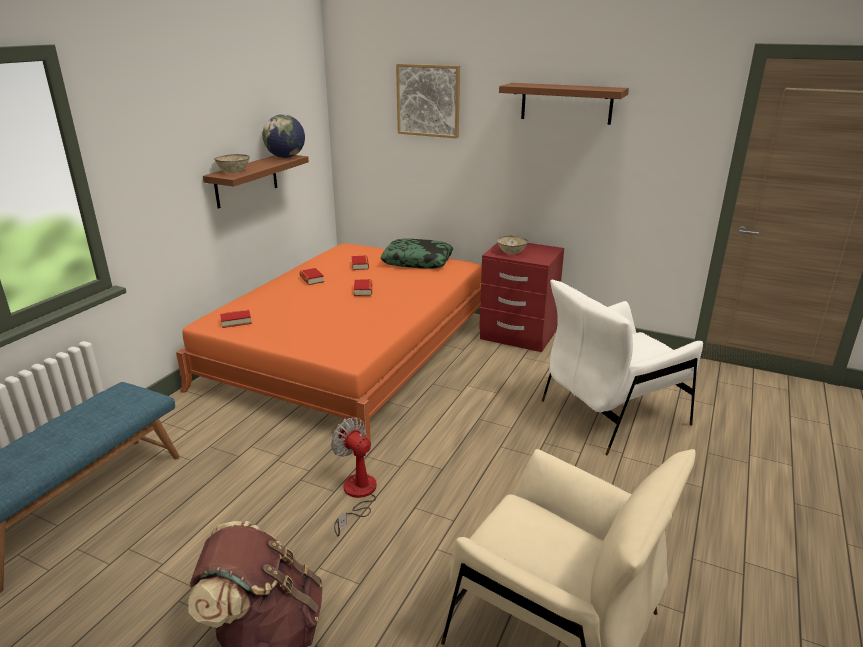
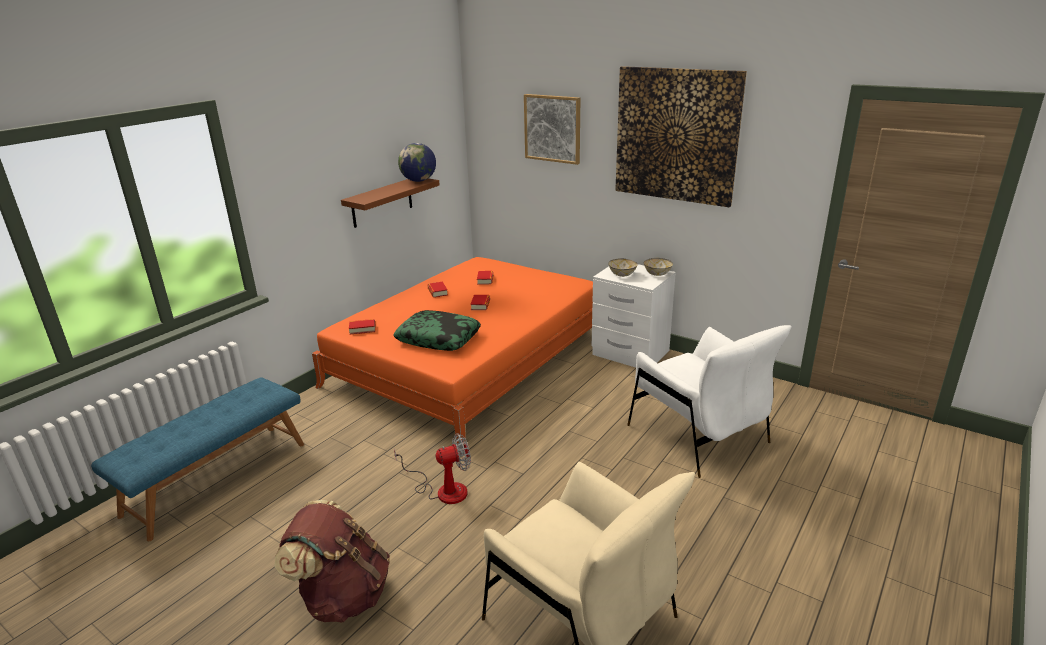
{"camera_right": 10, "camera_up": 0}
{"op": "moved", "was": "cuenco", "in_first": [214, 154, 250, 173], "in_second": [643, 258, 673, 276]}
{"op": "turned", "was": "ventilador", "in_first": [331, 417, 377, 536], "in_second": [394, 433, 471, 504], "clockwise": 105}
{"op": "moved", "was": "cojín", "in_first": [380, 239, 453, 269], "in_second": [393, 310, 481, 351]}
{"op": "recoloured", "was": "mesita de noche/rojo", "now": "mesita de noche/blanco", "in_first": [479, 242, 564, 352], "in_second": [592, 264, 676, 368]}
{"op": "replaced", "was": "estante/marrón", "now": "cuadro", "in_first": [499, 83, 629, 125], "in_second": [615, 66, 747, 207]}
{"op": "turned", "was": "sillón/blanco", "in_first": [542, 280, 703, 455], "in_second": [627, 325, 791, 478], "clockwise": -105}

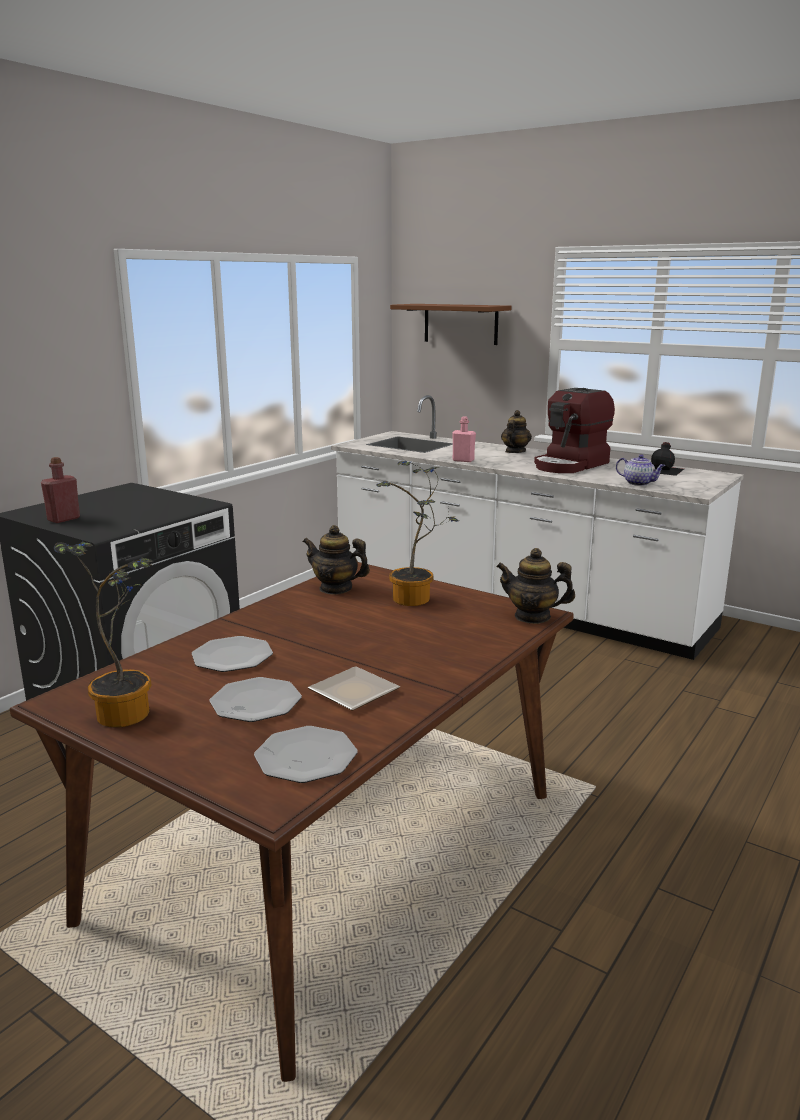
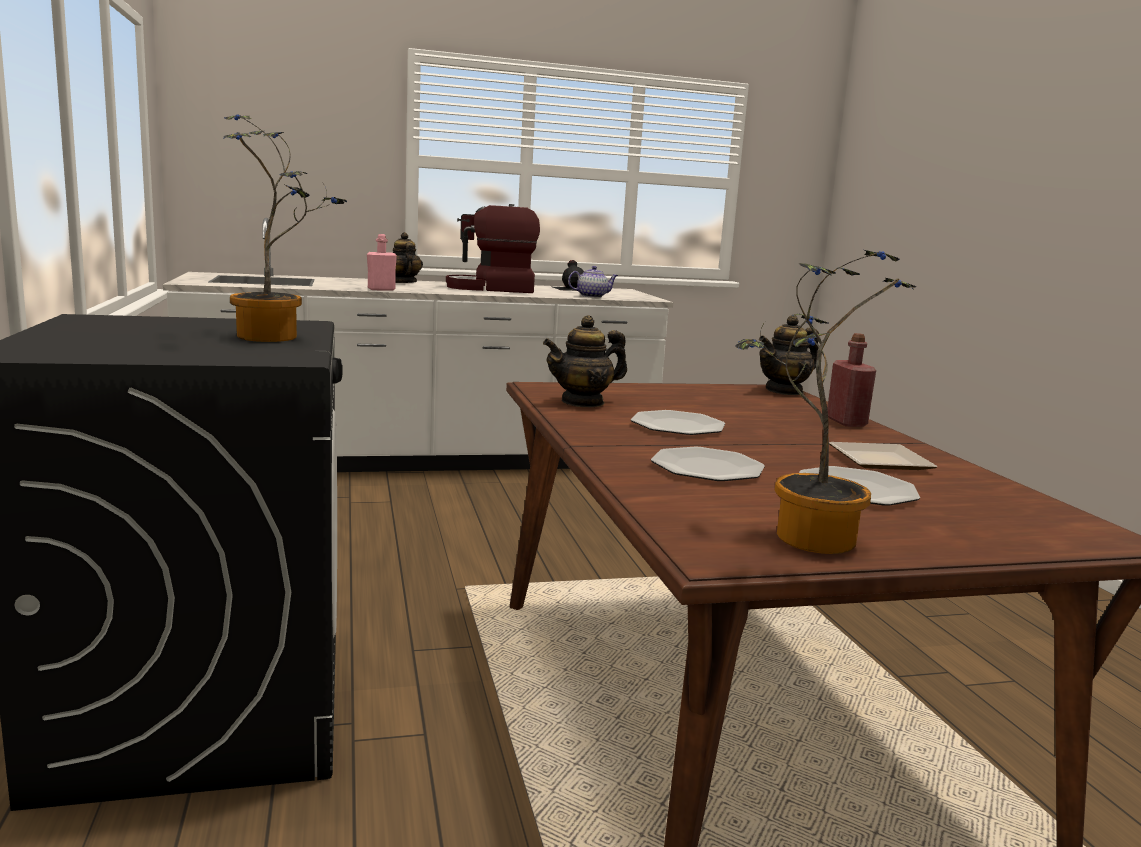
{"camera_right": -50, "camera_up": -5}
{"op": "moved", "was": "botella/rojo", "in_first": [41, 457, 80, 523], "in_second": [827, 333, 876, 427]}
{"op": "moved", "was": "plato", "in_first": [254, 726, 357, 783], "in_second": [631, 410, 725, 435]}
{"op": "moved", "was": "planta en maceta", "in_first": [376, 461, 459, 606], "in_second": [223, 114, 347, 342]}
{"op": "removed", "was": "estante/marrón", "in_first": [390, 304, 512, 345]}
{"op": "turned", "was": "cafetera", "in_first": [534, 388, 615, 473], "in_second": [446, 204, 540, 293], "clockwise": 90}

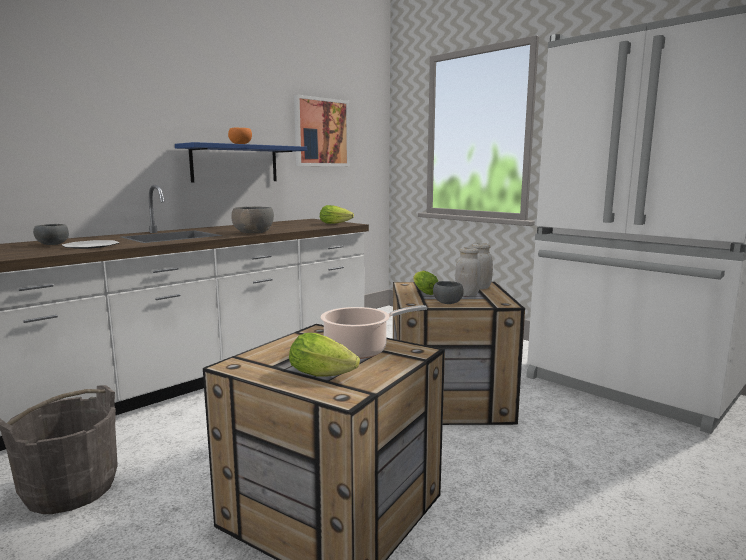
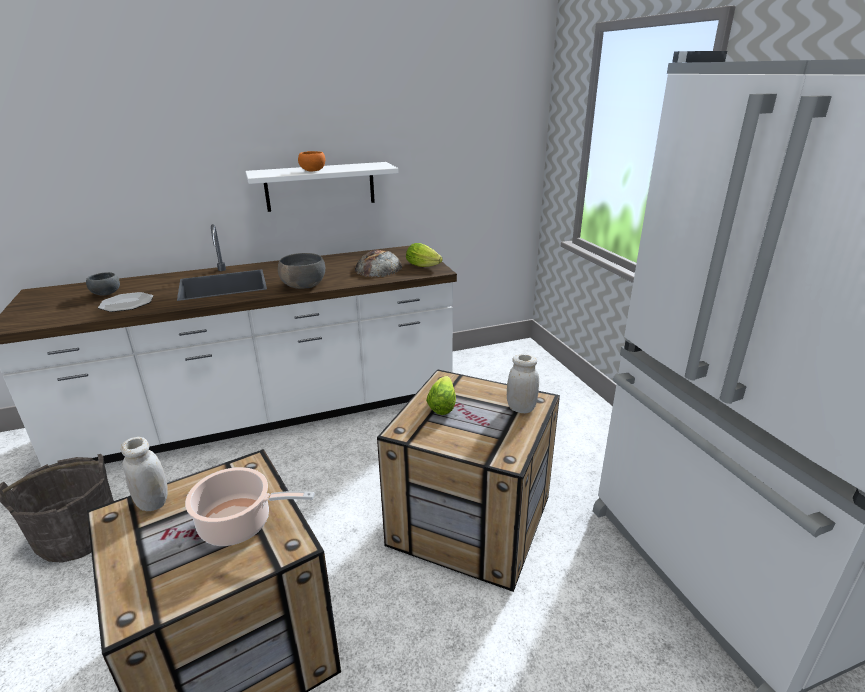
{"camera_right": 25, "camera_up": 15}
{"op": "recoloured", "was": "estante/azul", "now": "estante/blanco", "in_first": [175, 142, 307, 183], "in_second": [245, 162, 399, 212]}
{"op": "removed", "was": "lechuga", "in_first": [289, 333, 360, 377]}
{"op": "removed", "was": "cuadro", "in_first": [294, 95, 350, 166]}
{"op": "removed", "was": "cuenco/gris", "in_first": [433, 281, 464, 304]}
{"op": "moved", "was": "tarro/blanco", "in_first": [455, 247, 481, 296], "in_second": [121, 437, 168, 511]}
{"op": "added", "now": "pan", "in_second": [354, 250, 402, 277]}

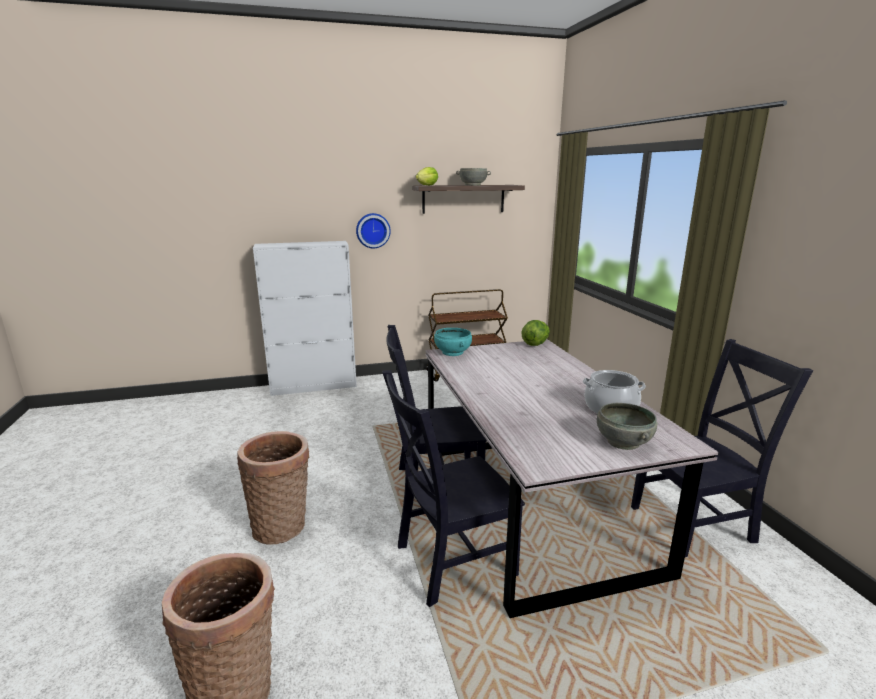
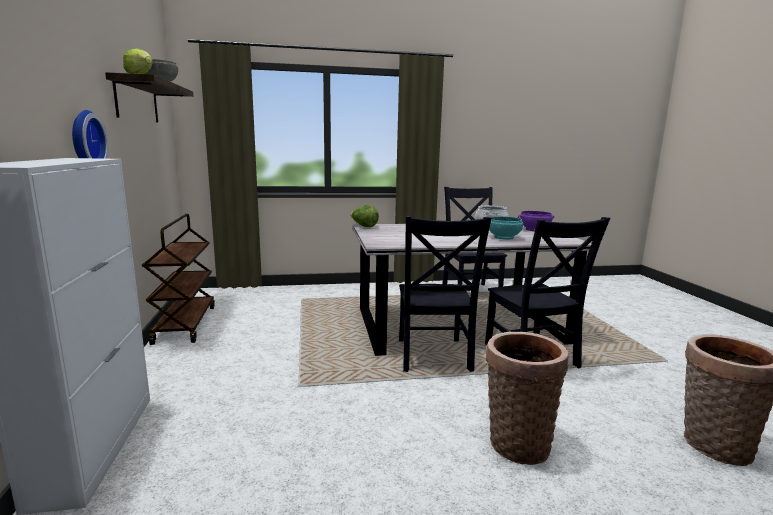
{"camera_right": -85, "camera_up": -5}
{"op": "moved", "was": "cuenco/turquesa", "in_first": [434, 328, 472, 356], "in_second": [489, 216, 523, 240]}
{"op": "recoloured", "was": "cuenco/gris", "now": "cuenco/morado", "in_first": [597, 403, 658, 450], "in_second": [518, 211, 554, 231]}

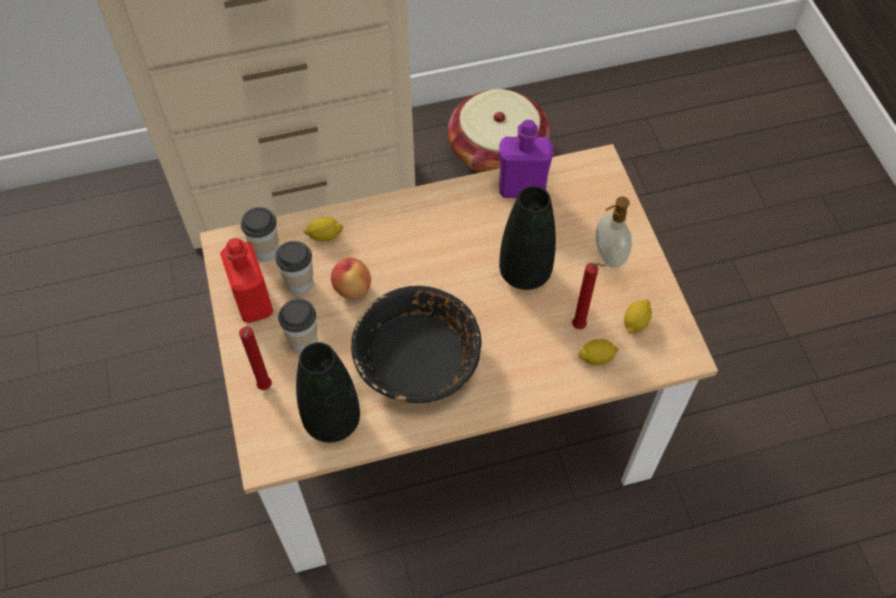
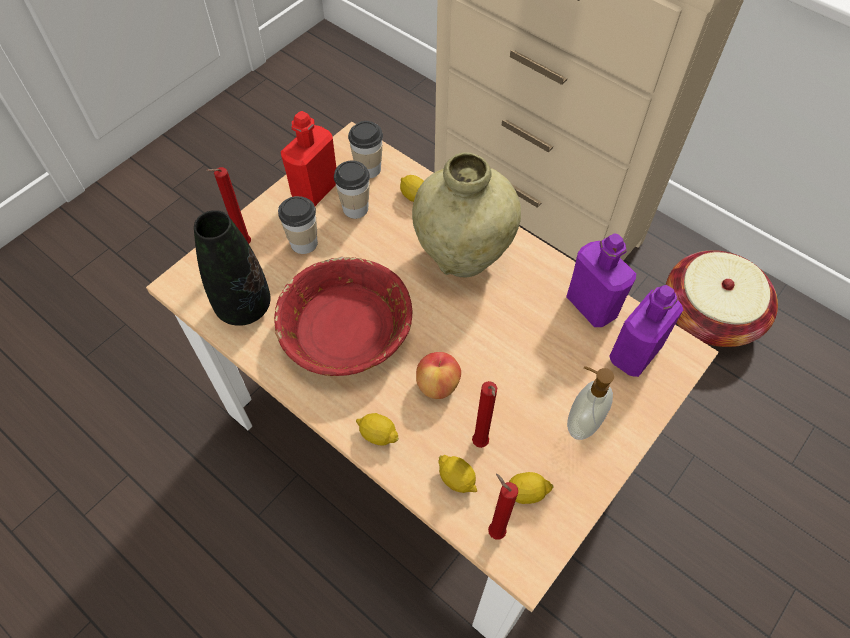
{"camera_right": 55, "camera_up": 0}
{"op": "moved", "was": "manzana", "in_first": [331, 258, 371, 299], "in_second": [416, 352, 461, 399]}
{"op": "recoloured", "was": "cuenco/negro", "now": "cuenco/rojo", "in_first": [351, 286, 481, 403], "in_second": [274, 256, 412, 376]}
{"op": "removed", "was": "florero/negro", "in_first": [499, 186, 556, 290]}
{"op": "added", "now": "limón", "in_second": [356, 413, 399, 445]}
{"op": "added", "now": "florero/beis", "in_second": [412, 153, 521, 277]}
{"op": "added", "now": "vela/rojo", "in_second": [488, 474, 518, 539]}
{"op": "added", "now": "botella/morado", "in_second": [609, 285, 683, 377]}

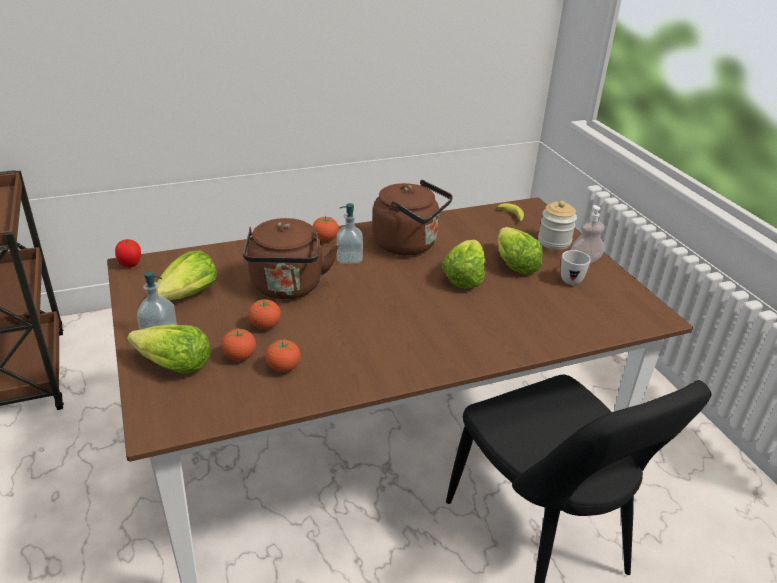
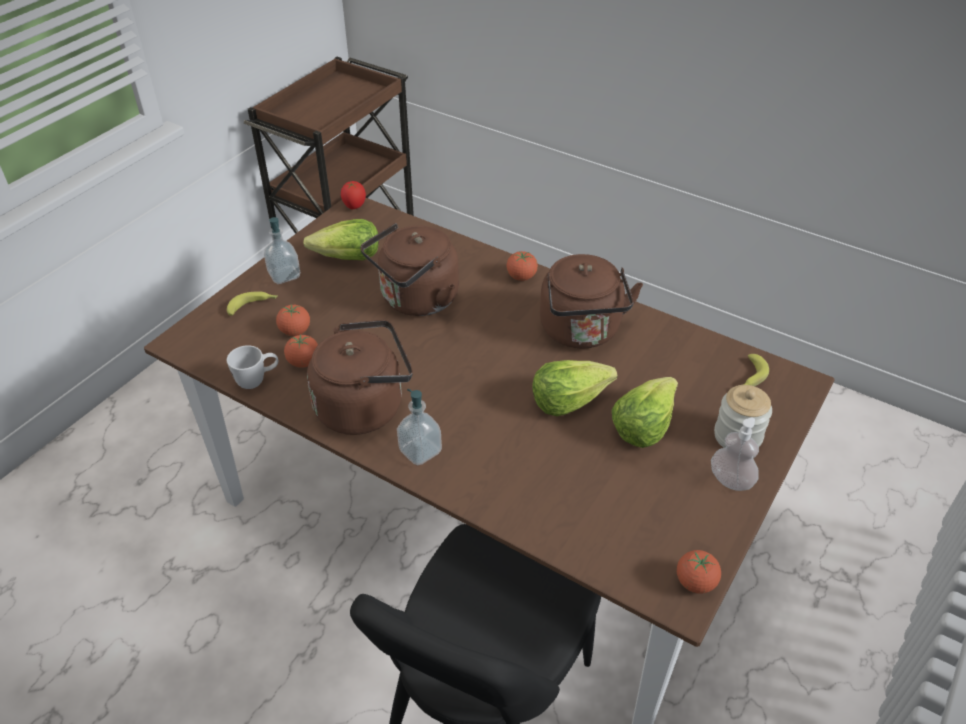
{"camera_right": 55, "camera_up": 10}
{"op": "replaced", "was": "lechuga", "now": "plátano", "in_first": [127, 324, 211, 374], "in_second": [227, 291, 278, 316]}
{"op": "moved", "was": "tomate", "in_first": [248, 299, 281, 329], "in_second": [677, 550, 721, 594]}
{"op": "moved", "was": "dispensador de jabón", "in_first": [337, 203, 363, 264], "in_second": [397, 389, 442, 465]}
{"op": "moved", "was": "taza grande/blanco", "in_first": [561, 250, 591, 285], "in_second": [227, 345, 278, 389]}
{"op": "added", "now": "hervidor/marrón", "in_second": [307, 320, 413, 435]}

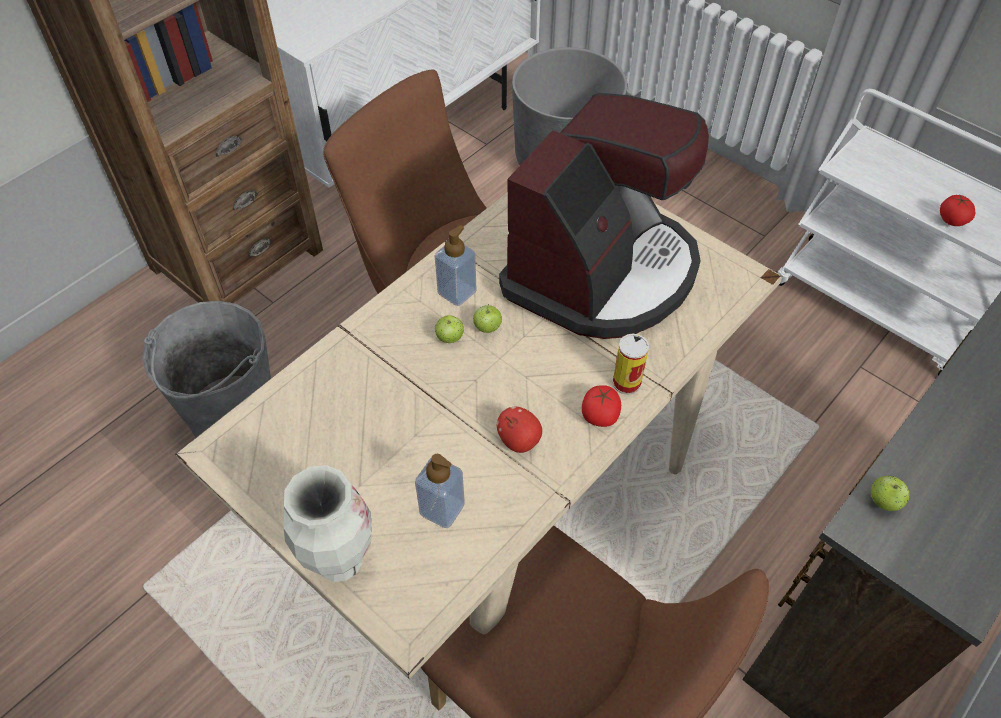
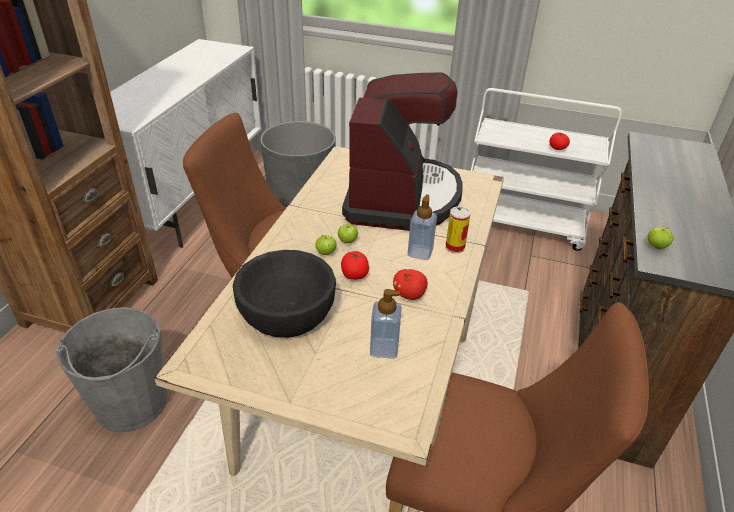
{"camera_right": -25, "camera_up": -15}
{"op": "removed", "was": "florero", "in_first": [284, 465, 372, 582]}
{"op": "moved", "was": "dispensador de jabón", "in_first": [435, 225, 476, 306], "in_second": [408, 194, 437, 260]}
{"op": "moved", "was": "tomate", "in_first": [582, 385, 621, 427], "in_second": [341, 251, 369, 280]}
{"op": "added", "now": "cuenco/negro", "in_second": [233, 250, 336, 338]}

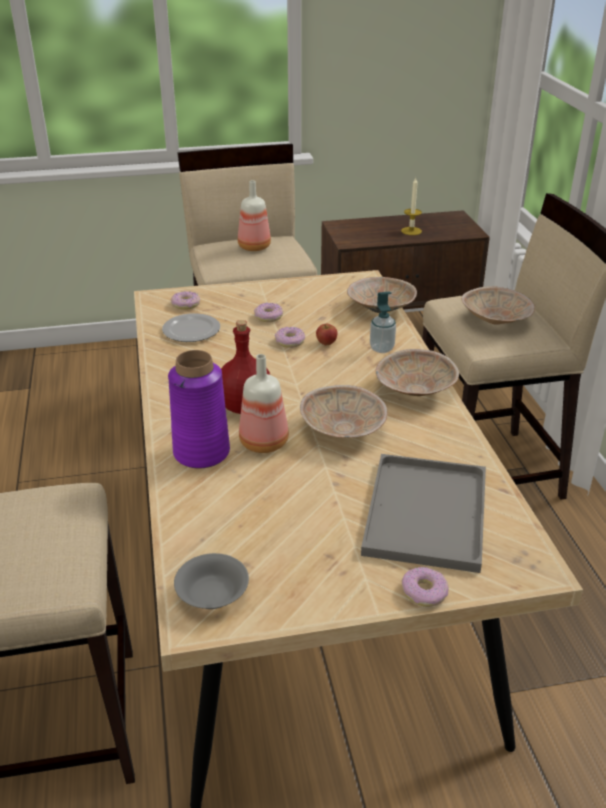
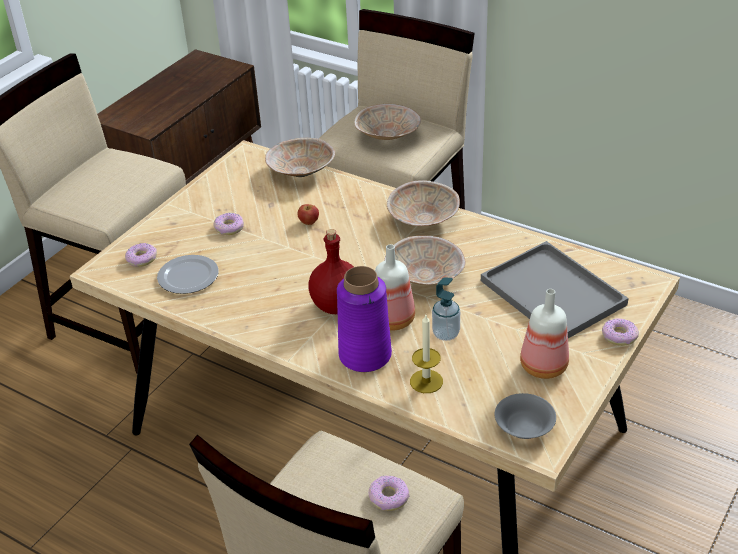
{"camera_right": -45, "camera_up": 5}
{"op": "moved", "was": "botella", "in_first": [238, 180, 271, 251], "in_second": [520, 289, 569, 379]}
{"op": "moved", "was": "rosquilla", "in_first": [275, 327, 305, 348], "in_second": [369, 475, 410, 511]}
{"op": "moved", "was": "dispensador de jabón", "in_first": [370, 291, 396, 353], "in_second": [432, 277, 460, 341]}
{"op": "moved", "was": "vela", "in_first": [401, 178, 422, 235], "in_second": [410, 315, 443, 393]}

